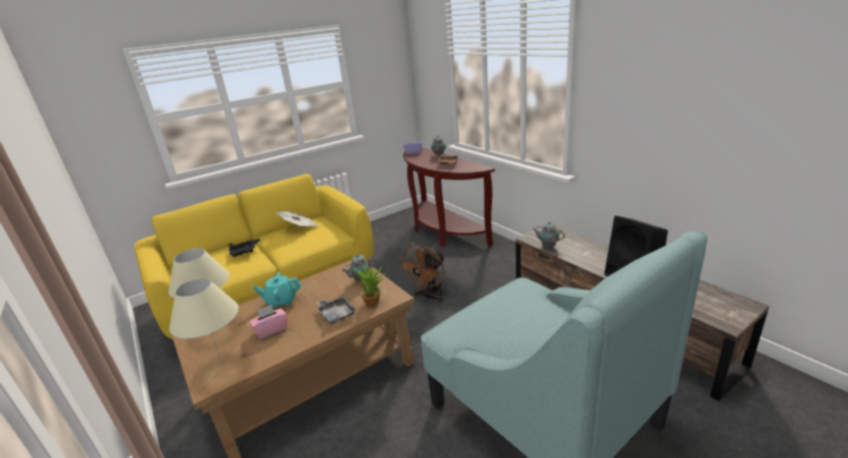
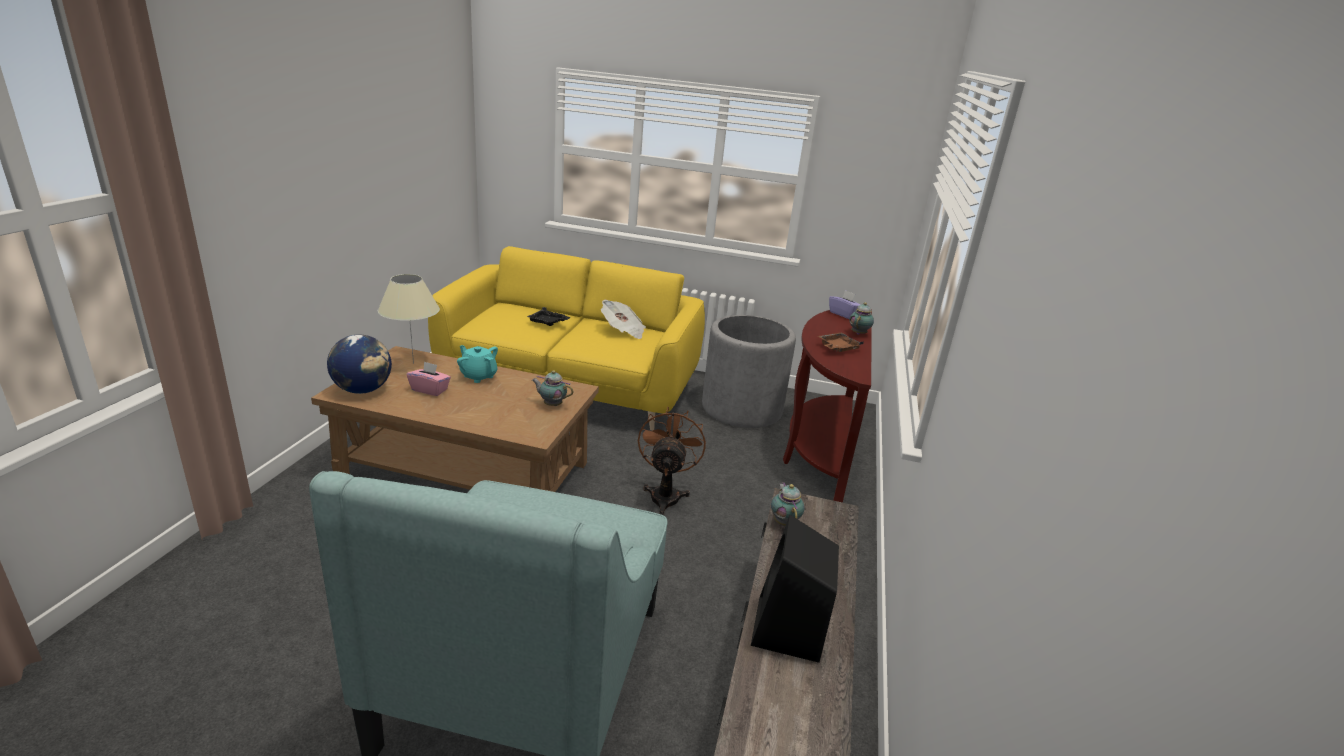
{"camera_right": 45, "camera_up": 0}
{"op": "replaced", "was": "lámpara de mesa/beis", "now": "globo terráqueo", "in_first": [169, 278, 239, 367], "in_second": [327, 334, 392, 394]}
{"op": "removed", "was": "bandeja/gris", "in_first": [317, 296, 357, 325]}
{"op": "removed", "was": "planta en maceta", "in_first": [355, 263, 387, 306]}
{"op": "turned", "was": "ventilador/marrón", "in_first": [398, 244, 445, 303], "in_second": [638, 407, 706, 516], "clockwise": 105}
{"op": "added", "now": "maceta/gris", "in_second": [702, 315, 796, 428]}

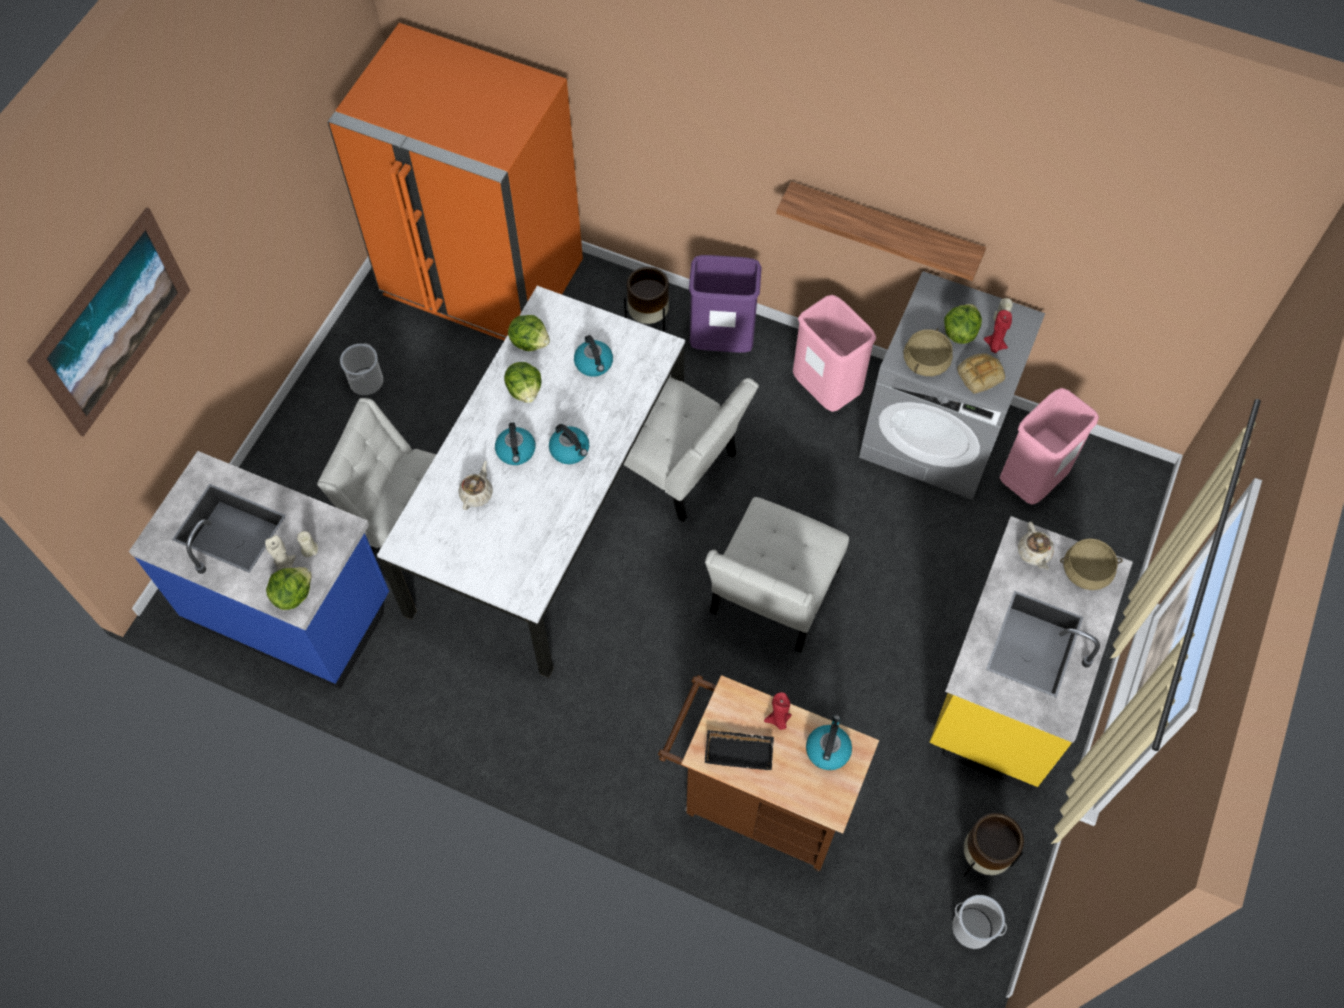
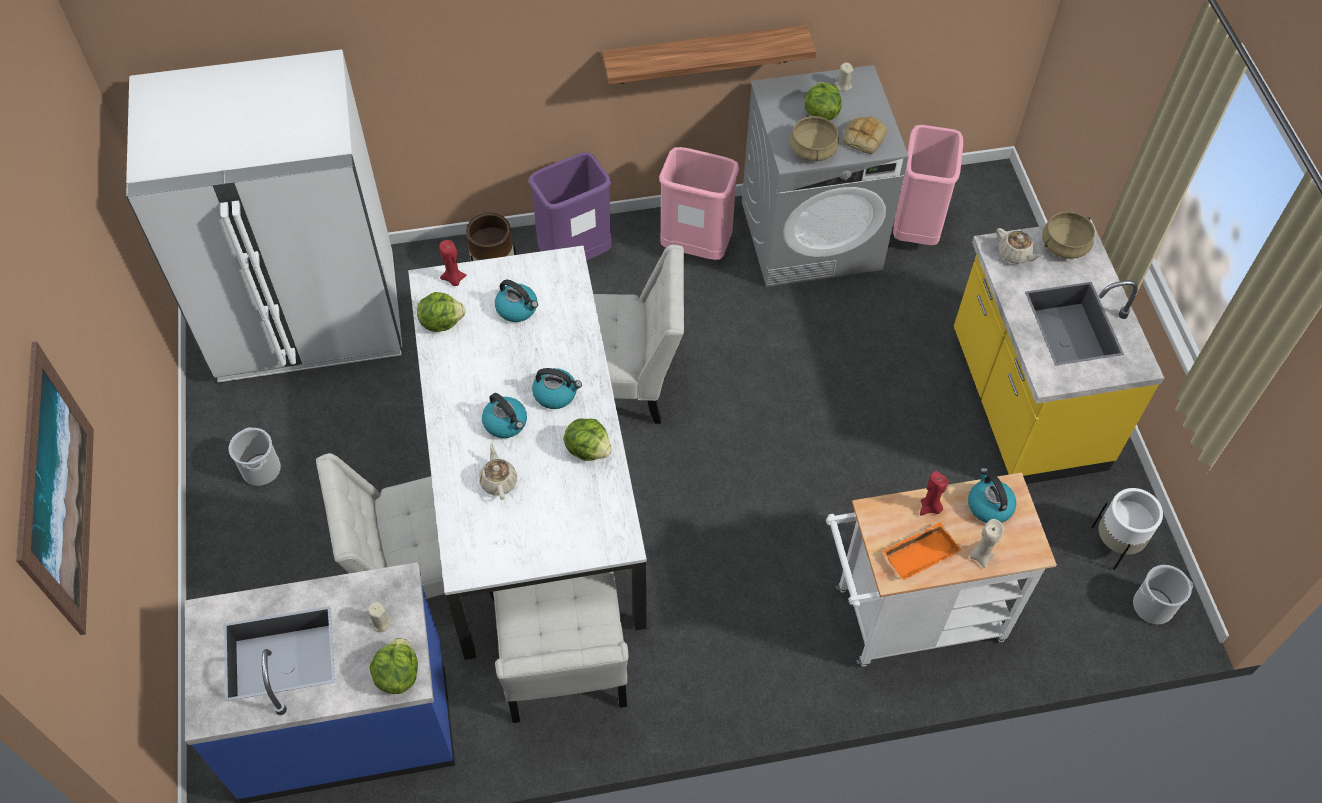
{"camera_right": -35, "camera_up": -5}
{"op": "moved", "was": "vela/beis", "in_first": [265, 535, 296, 572], "in_second": [970, 519, 1004, 568]}
{"op": "recoloured", "was": "nevera/naranja", "now": "nevera/blanco", "in_first": [328, 23, 583, 340], "in_second": [126, 49, 402, 382]}
{"op": "moved", "was": "lechuga", "in_first": [504, 362, 542, 403], "in_second": [564, 419, 612, 461]}
{"op": "recoloured", "was": "carrito/marrón", "now": "carrito/blanco", "in_first": [658, 675, 879, 872], "in_second": [826, 473, 1057, 667]}
{"op": "moved", "was": "silla/blanco", "in_first": [705, 497, 849, 653], "in_second": [493, 572, 628, 723]}
{"op": "recoloured", "was": "bandeja/negro", "now": "bandeja/naranja", "in_first": [705, 730, 774, 770], "in_second": [883, 522, 961, 580]}
{"op": "recoloured", "was": "maceta/marrón", "now": "maceta/blanco", "in_first": [963, 813, 1024, 877], "in_second": [1092, 488, 1163, 570]}
{"op": "moved", "was": "vela/rojo", "in_first": [984, 310, 1012, 353], "in_second": [439, 240, 467, 286]}

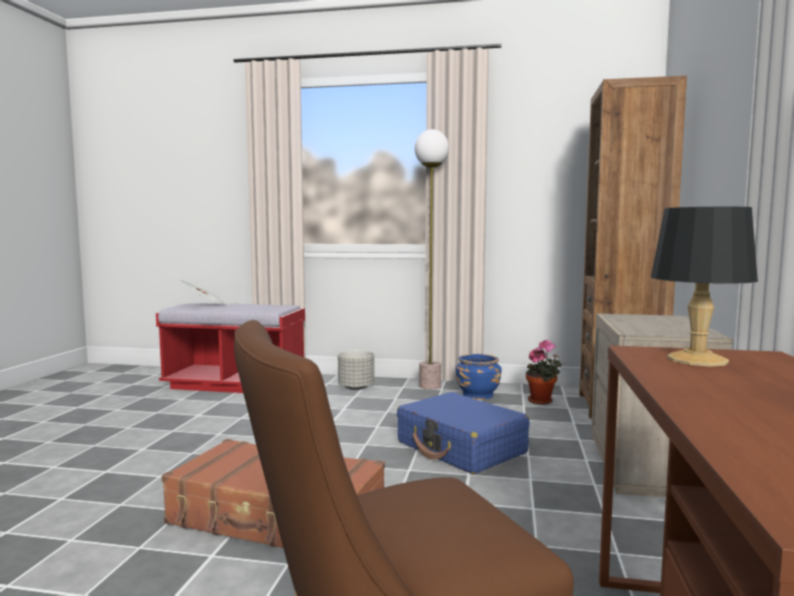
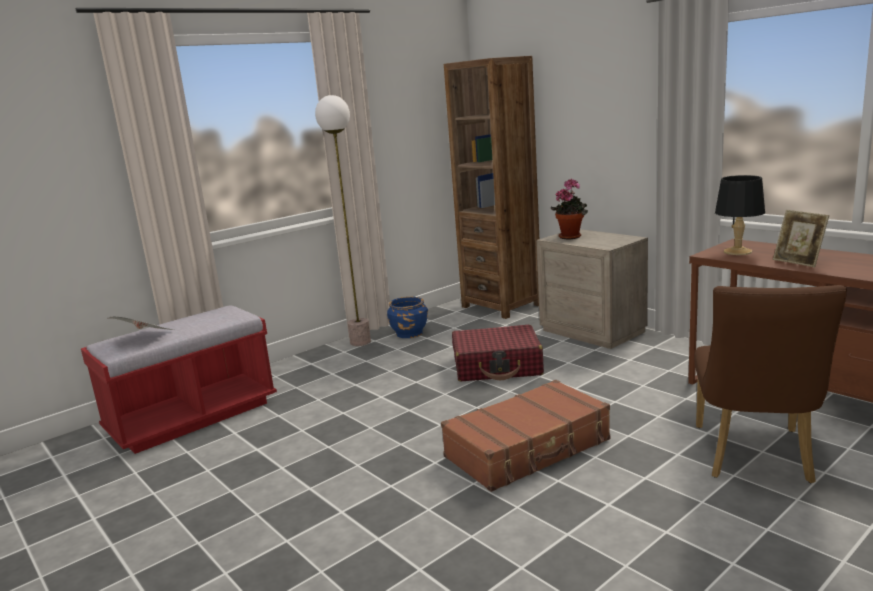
{"camera_right": -50, "camera_up": 10}
{"op": "removed", "was": "maceta/gris", "in_first": [338, 350, 374, 390]}
{"op": "recoloured", "was": "maleta/azul", "now": "maleta/rojo", "in_first": [397, 392, 529, 474], "in_second": [452, 325, 544, 381]}
{"op": "moved", "was": "planta en maceta", "in_first": [526, 340, 562, 405], "in_second": [551, 179, 588, 239]}
{"op": "added", "now": "portarretratos", "in_second": [773, 210, 829, 267]}

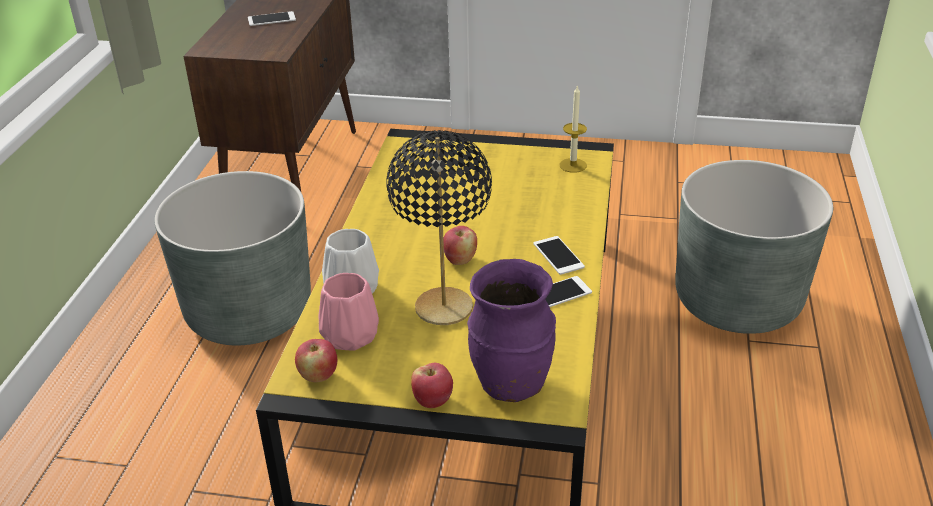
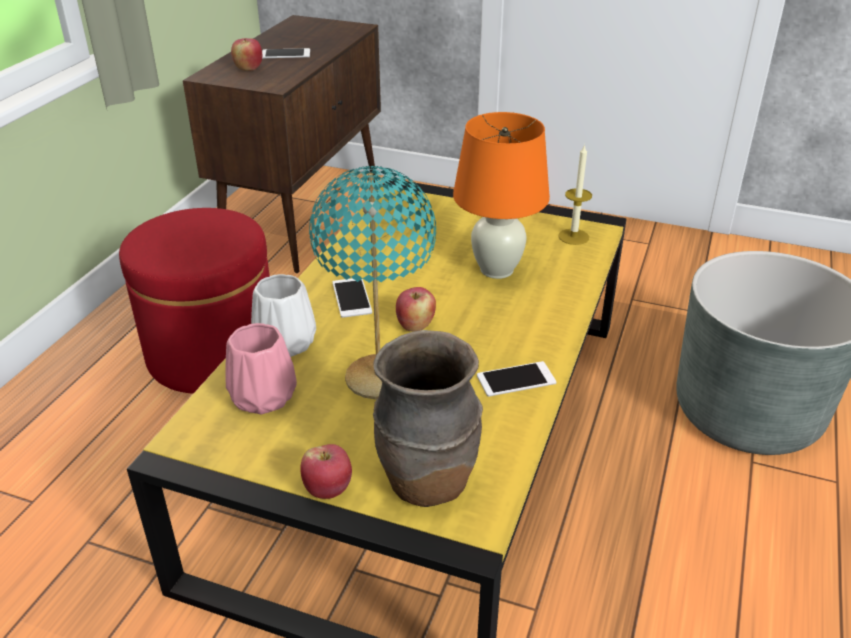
{"camera_right": 10, "camera_up": 0}
{"op": "replaced", "was": "maceta/gris", "now": "puf/rojo", "in_first": [154, 171, 311, 345], "in_second": [119, 208, 270, 394]}
{"op": "moved", "was": "manzana", "in_first": [295, 339, 337, 382], "in_second": [231, 38, 262, 71]}
{"op": "recoloured", "was": "lámpara de mesa/negro", "now": "lámpara de mesa/turquesa", "in_first": [386, 130, 492, 325], "in_second": [309, 166, 436, 399]}
{"op": "recoloured", "was": "florero/morado", "now": "florero/marrón", "in_first": [467, 259, 556, 402], "in_second": [373, 330, 483, 507]}
{"op": "moved", "was": "móvil", "in_first": [533, 236, 585, 275], "in_second": [332, 278, 372, 318]}
{"op": "added", "now": "lámpara de mesa/naranja", "in_second": [453, 112, 550, 279]}

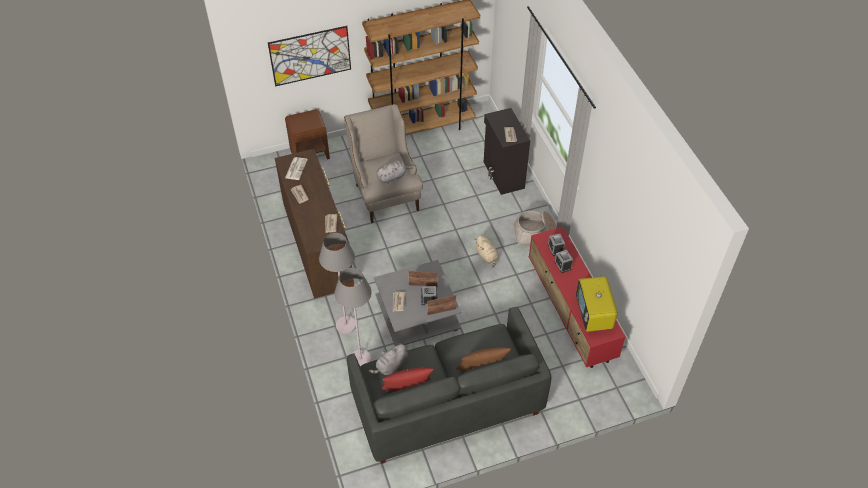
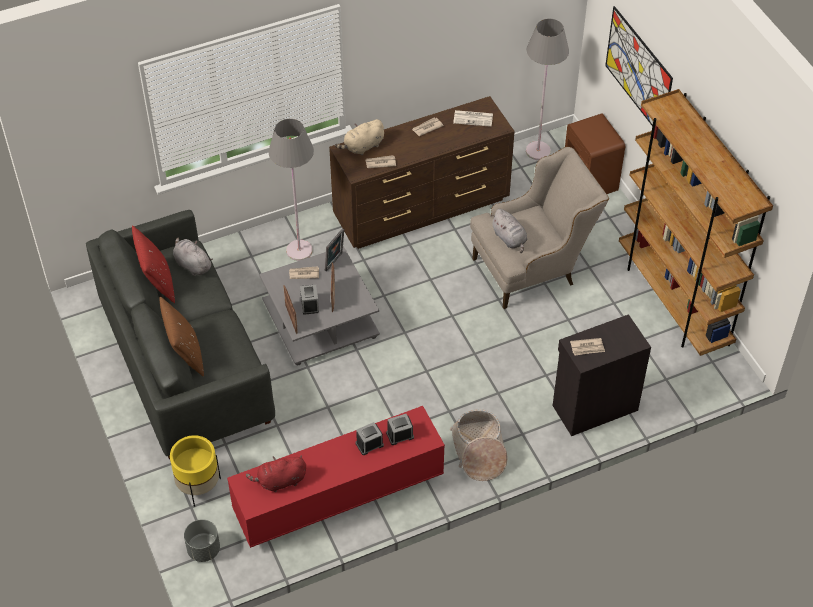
{"camera_right": 85, "camera_up": 0}
{"op": "moved", "was": "lámpara de pie/gris", "in_first": [334, 268, 372, 366], "in_second": [526, 19, 569, 160]}
{"op": "moved", "was": "peluche/beis", "in_first": [474, 235, 499, 268], "in_second": [335, 119, 384, 155]}
{"op": "replaced", "was": "televisor", "now": "peluche/rojo", "in_first": [576, 275, 618, 332], "in_second": [246, 455, 306, 492]}
{"op": "added", "now": "maceta/amarillo", "in_second": [170, 435, 221, 507]}
{"op": "added", "now": "maceta/gris", "in_second": [184, 519, 220, 562]}
{"op": "added", "now": "portarretratos", "in_second": [325, 229, 344, 271]}

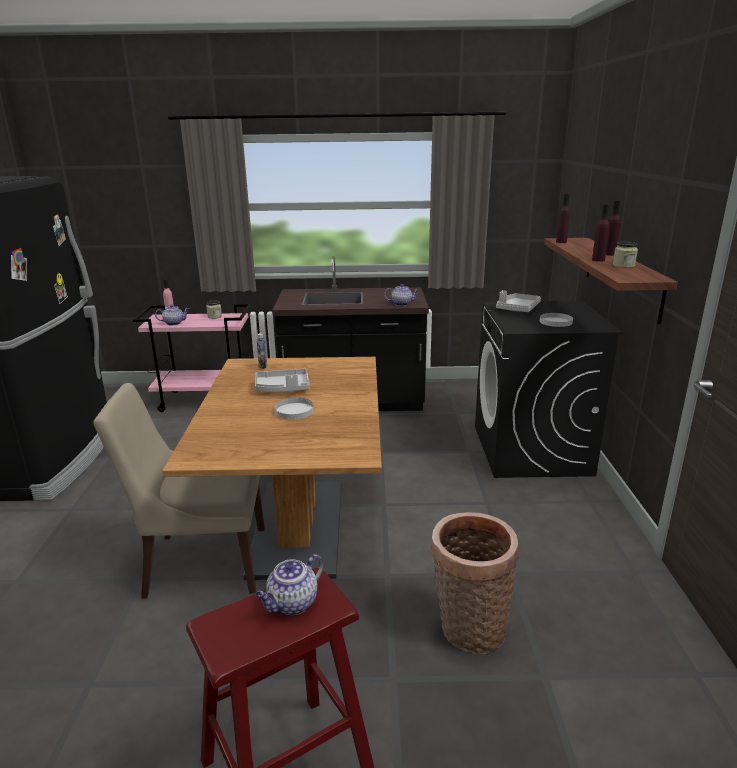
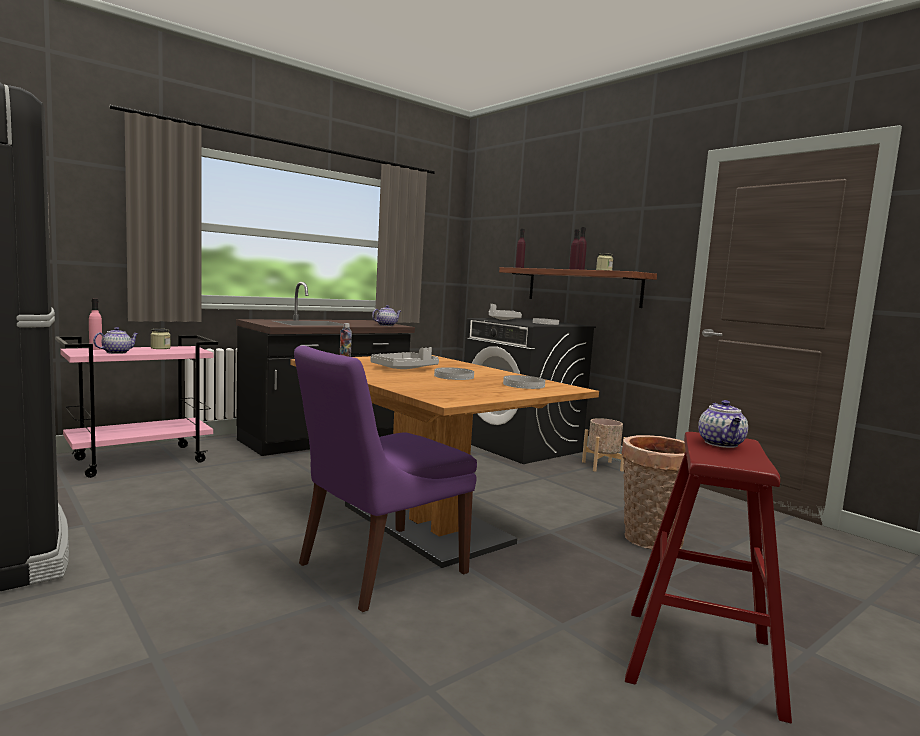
{"camera_right": -40, "camera_up": -15}
{"op": "recoloured", "was": "silla/beis", "now": "silla/morado", "in_first": [93, 383, 265, 599], "in_second": [294, 346, 477, 612]}
{"op": "added", "now": "plato/blanco", "in_second": [503, 375, 545, 389]}
{"op": "added", "now": "maceta/beis", "in_second": [582, 418, 626, 472]}

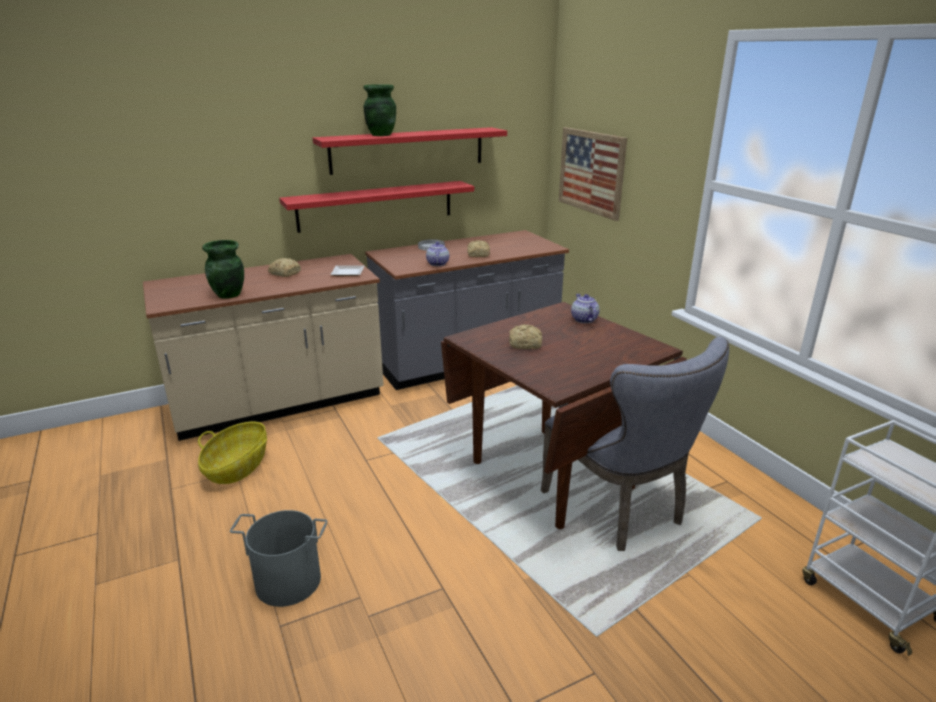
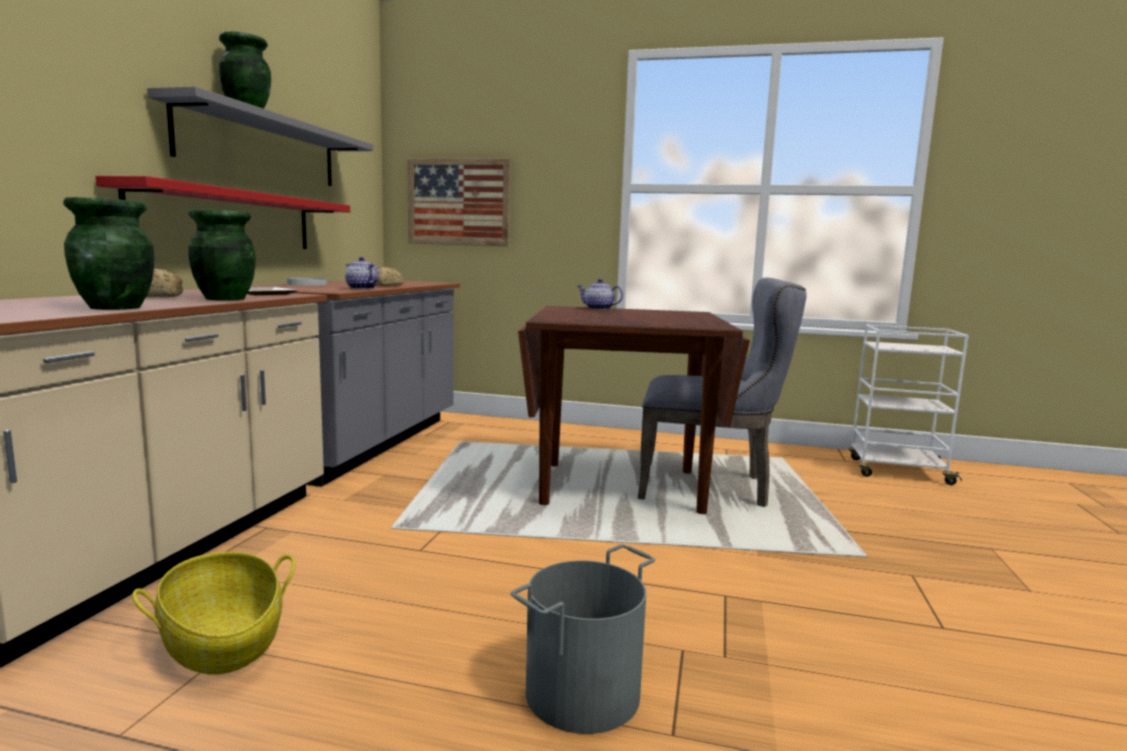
{"camera_right": -50, "camera_up": -15}
{"op": "recoloured", "was": "estante/rojo", "now": "estante/gris", "in_first": [312, 127, 507, 175], "in_second": [147, 86, 373, 186]}
{"op": "removed", "was": "pan", "in_first": [509, 324, 542, 349]}
{"op": "added", "now": "florero/verde", "in_second": [188, 209, 256, 301]}

